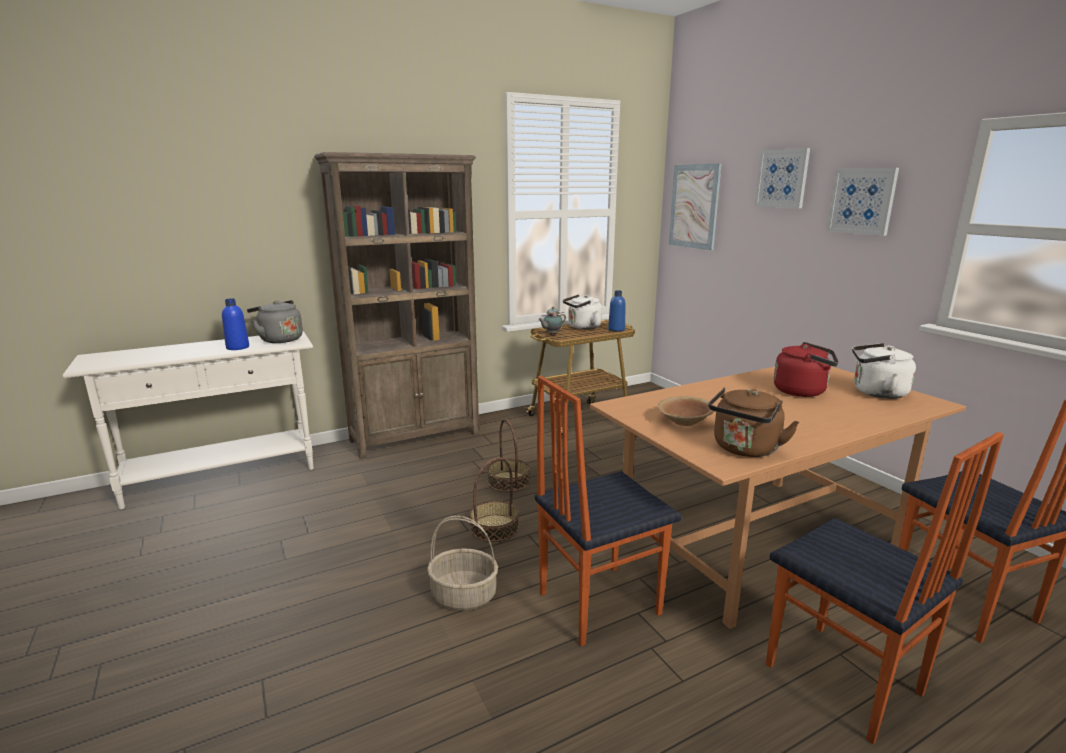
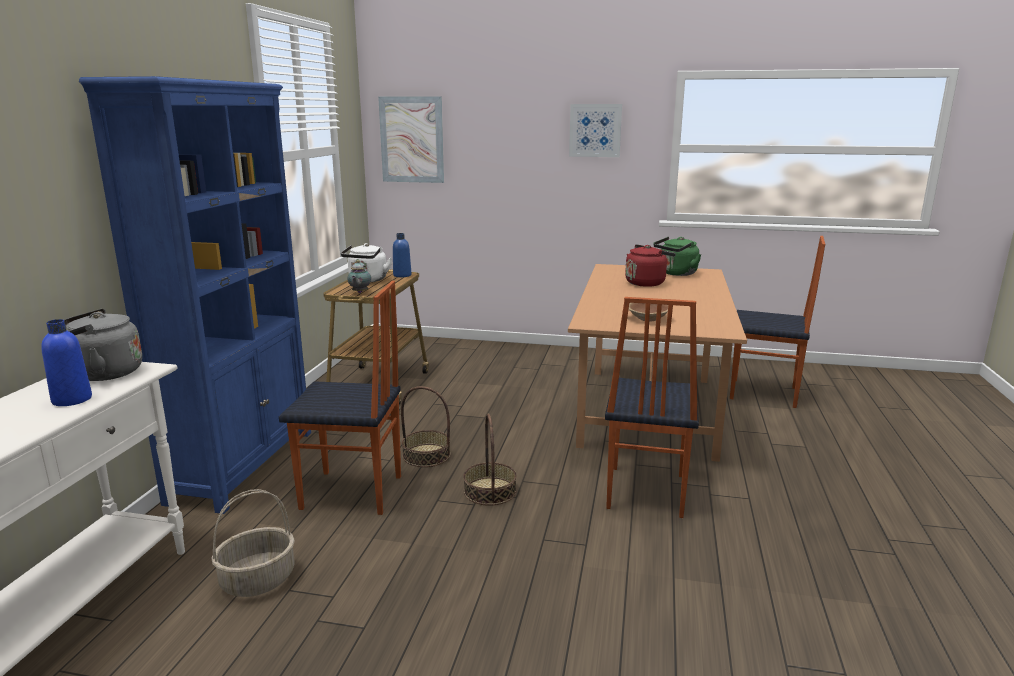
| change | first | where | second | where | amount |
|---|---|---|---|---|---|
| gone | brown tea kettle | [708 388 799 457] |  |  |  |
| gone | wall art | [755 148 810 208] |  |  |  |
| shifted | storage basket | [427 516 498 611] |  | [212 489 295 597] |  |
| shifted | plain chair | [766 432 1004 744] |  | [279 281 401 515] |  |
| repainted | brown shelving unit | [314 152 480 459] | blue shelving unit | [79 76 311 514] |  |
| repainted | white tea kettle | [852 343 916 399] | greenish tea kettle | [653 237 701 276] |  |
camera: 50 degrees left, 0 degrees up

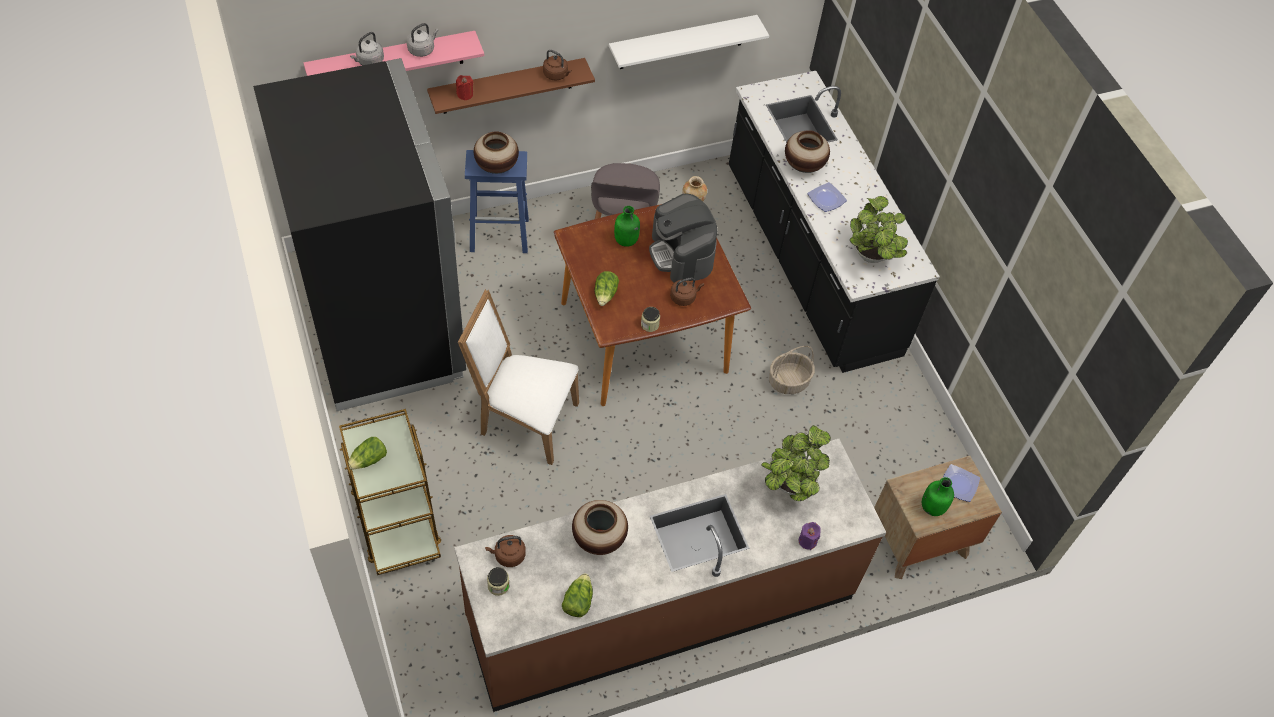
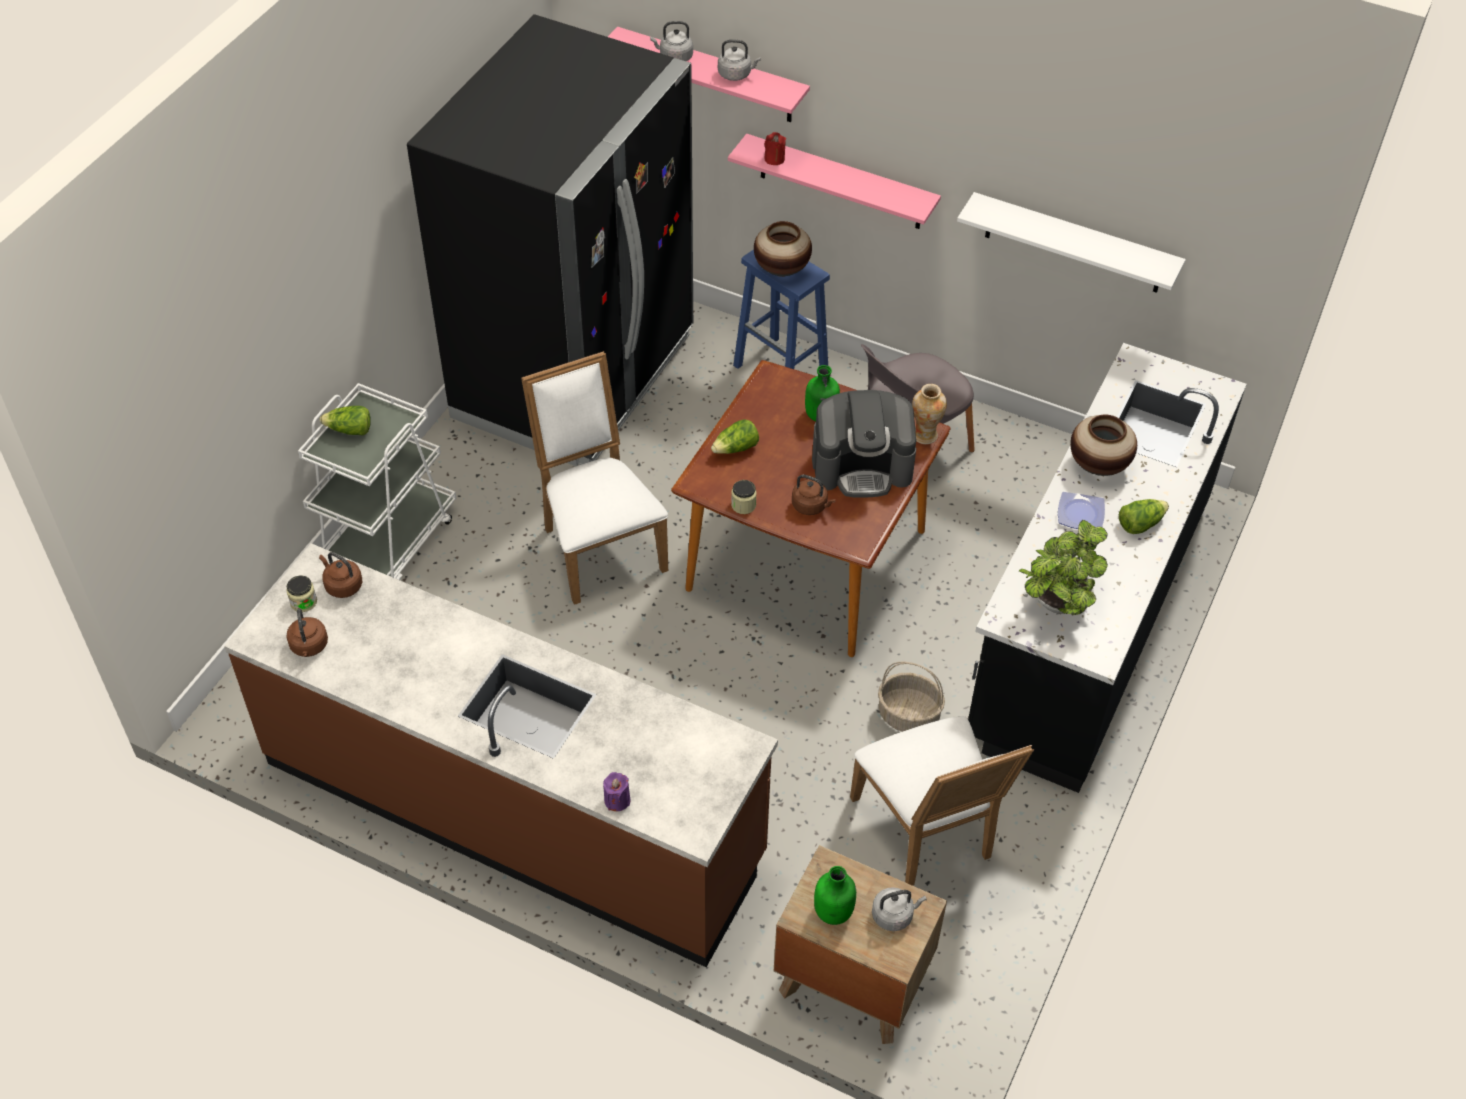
| change | first | where | second | where | amount |
|---|---|---|---|---|---|
| gone | vase | [572 500 628 555] |  |  |  |
| gone | plant in a pot | [761 425 831 501] |  |  |  |
| new |  |  | white plain chair | [850 716 1034 886] |  |
| shifted | brown tea kettle | [543 50 572 80] |  | [286 608 328 657] |  |
| shifted | lettuce head | [562 573 593 617] |  | [1119 499 1169 534] |  |
| swapped | flat dish | [943 464 980 502] | gray tea kettle | [872 887 927 931] |  |
| repainted | brown cart | [339 409 441 575] | white cart | [298 383 456 580] |  |
| repainted | brown wall shelf | [427 58 595 114] | pinkish wall shelf | [728 134 941 229] |  |
| rotated | coffee brewer | [649 193 717 283] |  | [812 390 916 498] | 120 degrees counterclockwise |
camera: 50 degrees right, 5 degrees down

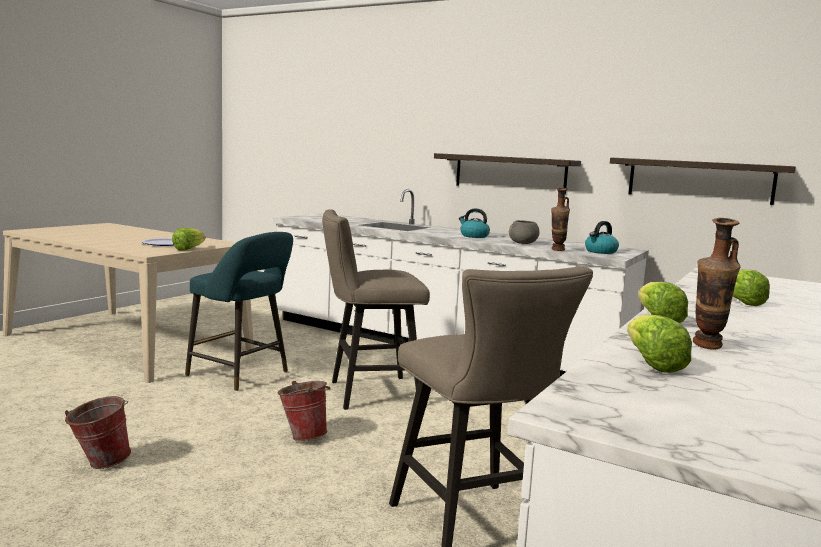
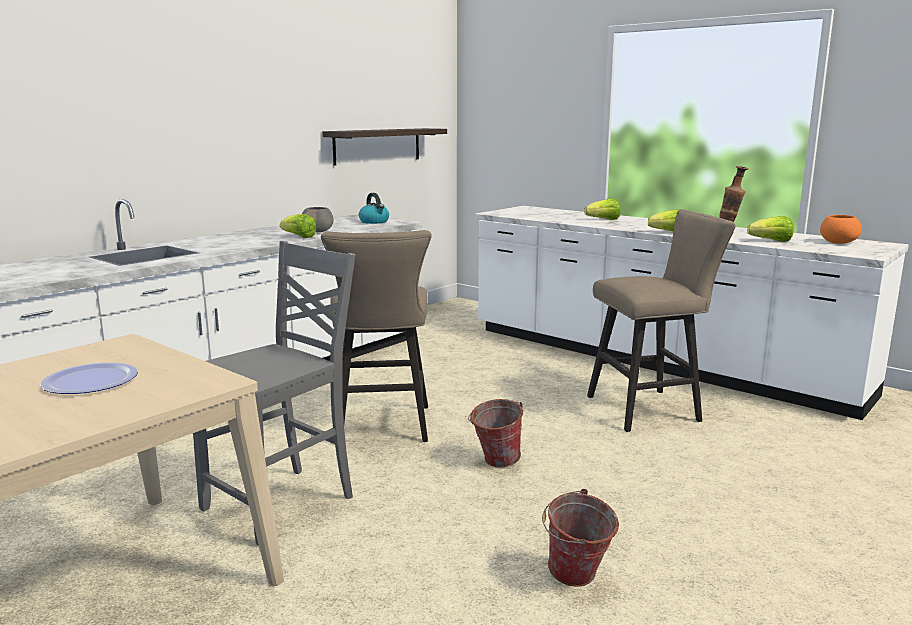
| change | first | where | second | where | amount |
|---|---|---|---|---|---|
| gone | wall shelf | [434 153 581 194] |  |  |  |
| gone | tea kettle | [459 208 490 238] |  |  |  |
| gone | vase | [551 188 570 251] |  |  |  |
| new |  |  | orange serving bowl | [820 215 862 244] |  |
| shifted | lettuce head | [172 228 206 251] |  | [280 214 316 238] |  |
| swapped | turquoise sitting stool | [185 232 293 391] | gray plain chair | [193 241 355 546] |  |
camera: 80 degrees left, 5 degrees up

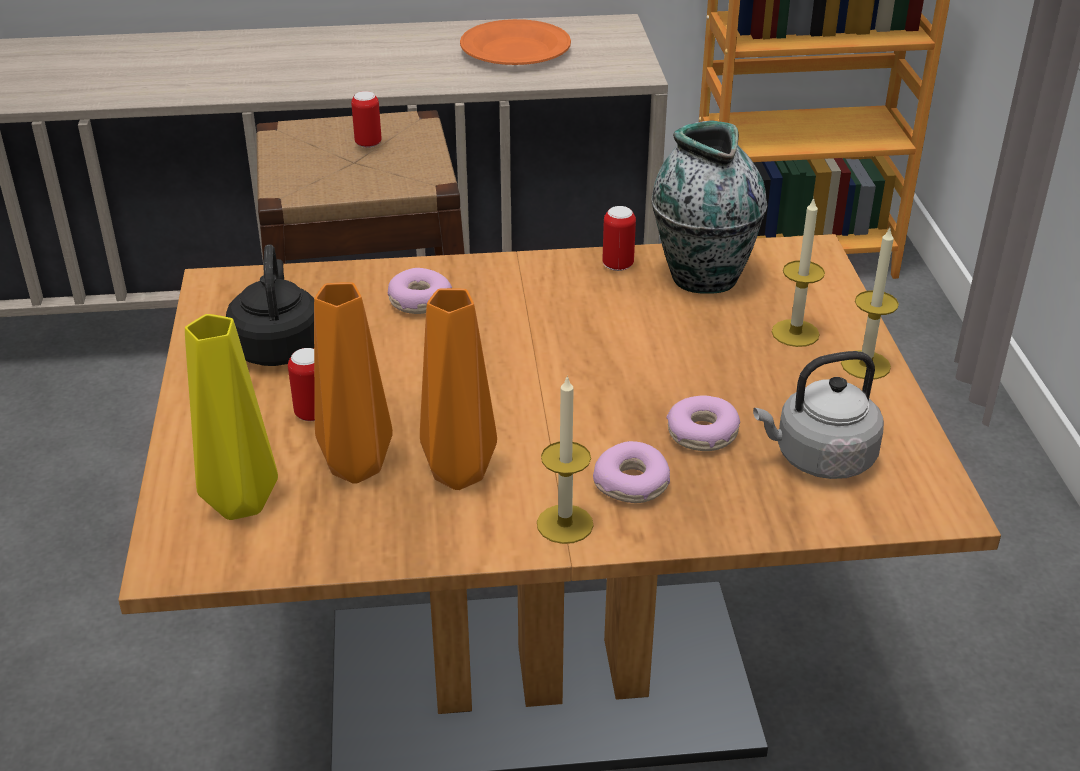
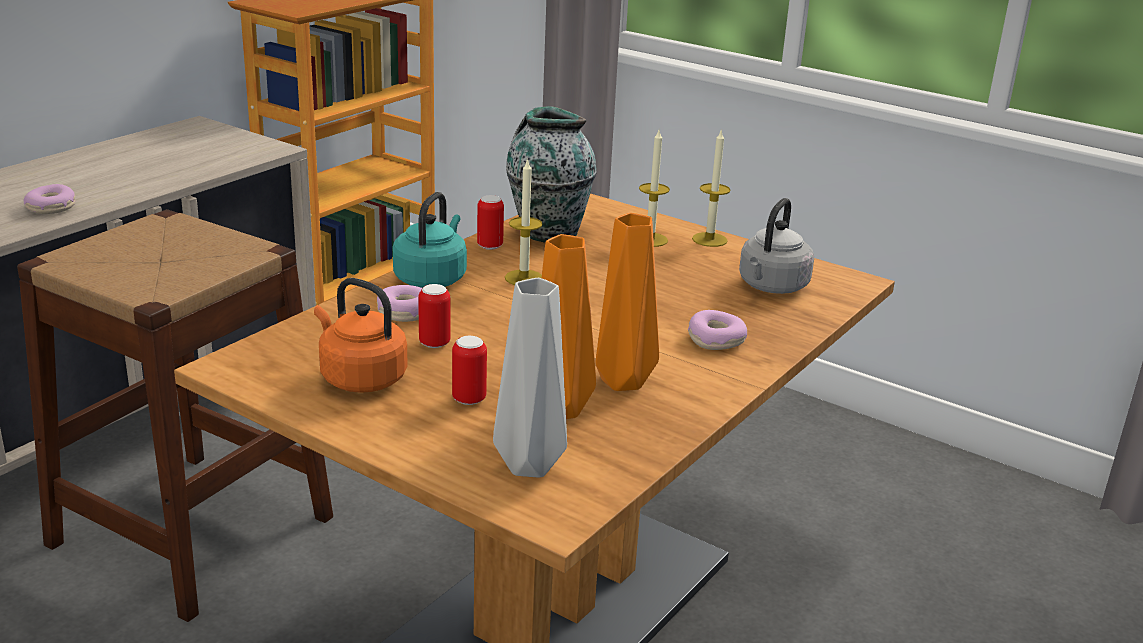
| change | first | where | second | where | amount |
|---|---|---|---|---|---|
| gone | orange flat dish | [460 19 571 65] |  |  |  |
| new |  |  | turquoise tea kettle | [393 192 467 288] |  |
| shifted | sealed can | [351 91 382 148] |  | [418 284 450 348] |  |
| shifted | wax light | [537 375 593 544] |  | [505 158 542 285] |  |
| shifted | ring doughnut | [666 395 740 451] |  | [24 184 75 214] |  |
| repainted | yellow-coloured vase | [185 314 278 520] | gray vase | [493 278 567 478] |  |
| repainted | black-coloured tea kettle | [226 244 314 366] | orange tea kettle | [314 278 408 393] |  |
camera: 50 degrees left, 10 degrees down

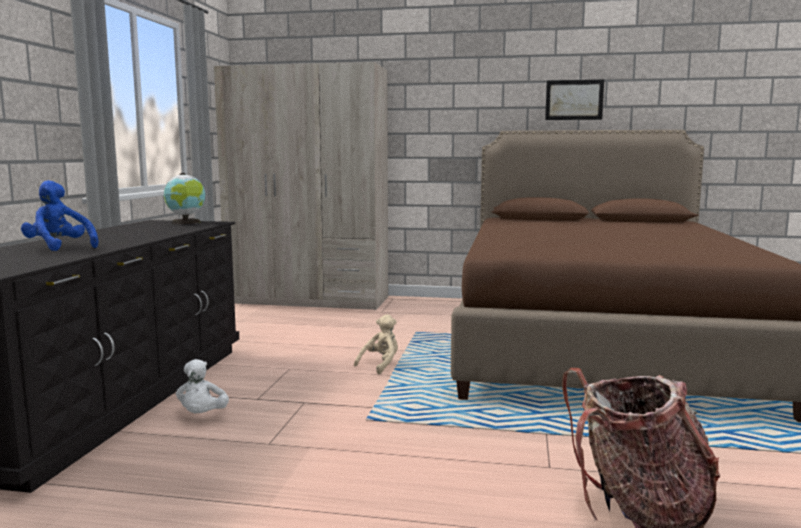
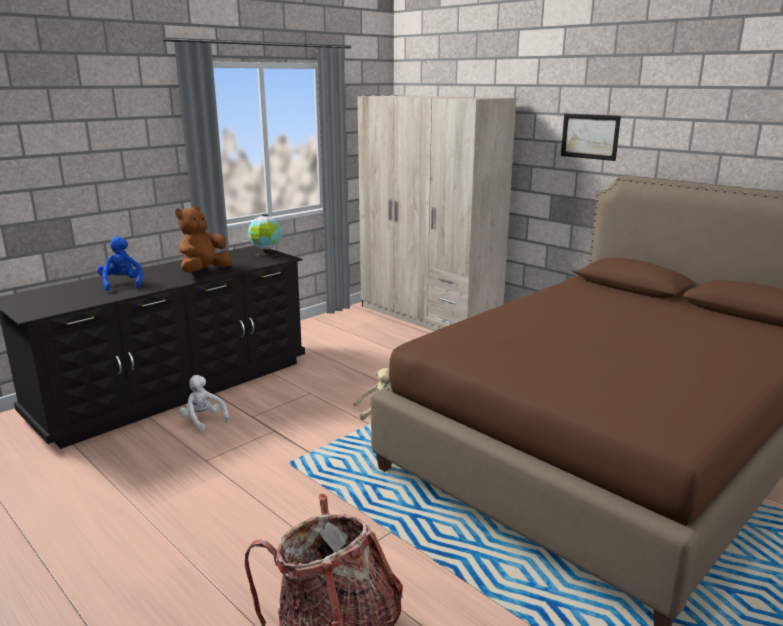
| change | first | where | second | where | amount |
|---|---|---|---|---|---|
| new |  |  | brown soft toy | [175 206 232 273] |  |
| shifted | wall art | [545 80 604 120] |  | [561 114 621 161] |  |
| rotated | white soft toy | [176 359 229 413] |  | [179 375 229 432] | 105 degrees clockwise |
camera: 35 degrees right, 10 degrees up

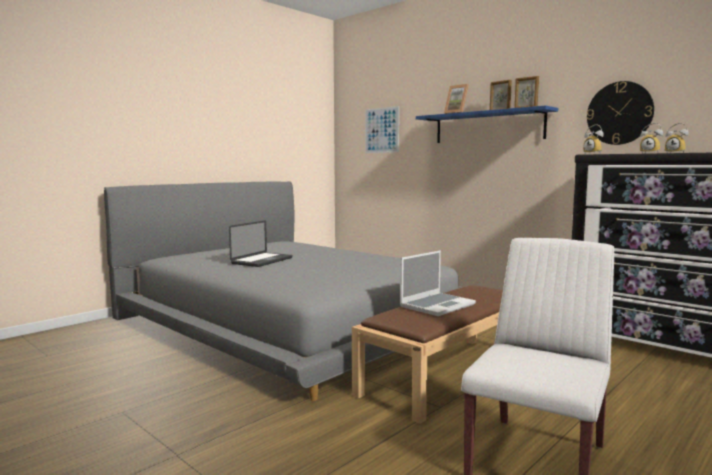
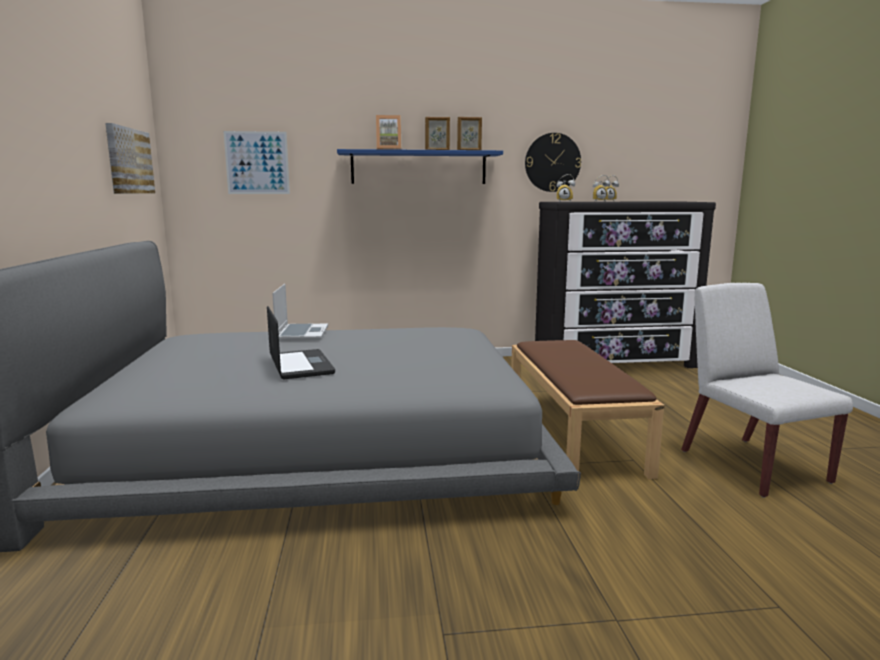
| change | first | where | second | where | amount |
|---|---|---|---|---|---|
| new |  |  | wall art | [105 123 155 194] |  |
| shifted | notebook computer | [400 250 476 316] |  | [272 284 328 341] |  |
camera: 50 degrees left, 5 degrees up

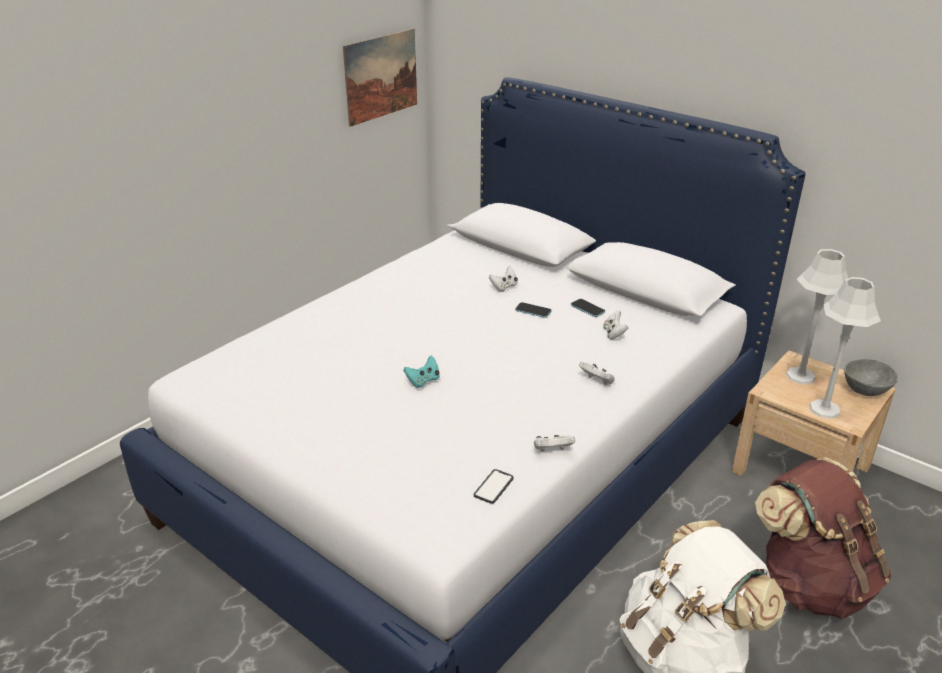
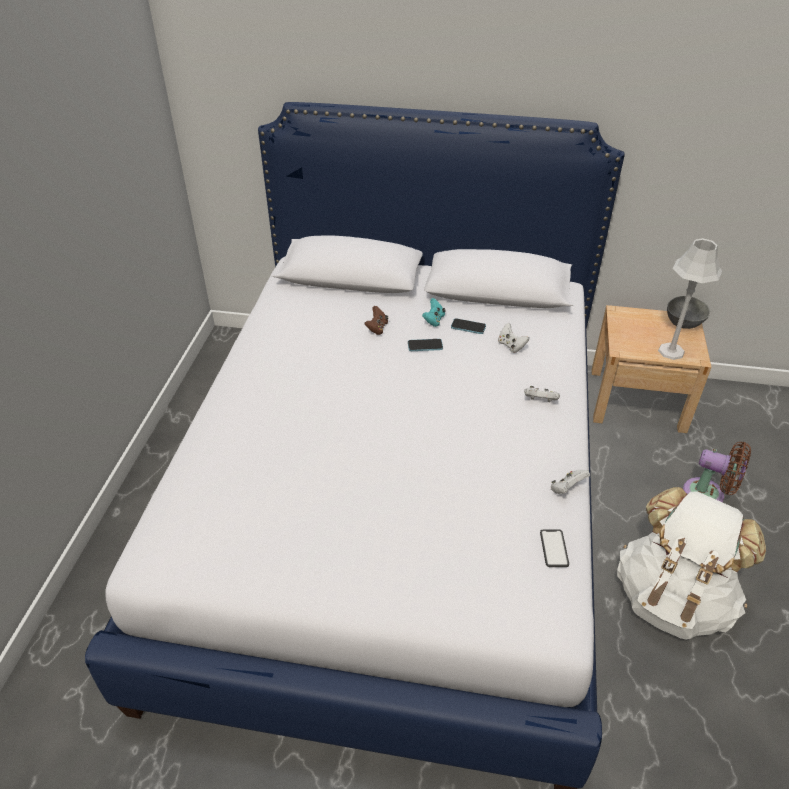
| change | first | where | second | where | amount |
|---|---|---|---|---|---|
| gone | wall art | [343 28 417 127] |  |  |  |
| gone | gray lamp for a table | [786 249 848 384] |  |  |  |
| shifted | turquoise joypad | [404 356 440 388] |  | [422 298 446 327] |  |
| swapped | brown backpack | [755 457 891 619] | brown electric fan | [683 442 751 502] |  |
| repainted | white joypad | [489 266 518 292] | brown joypad | [364 306 388 335] |  |
camera: 30 degrees left, 10 degrees up

